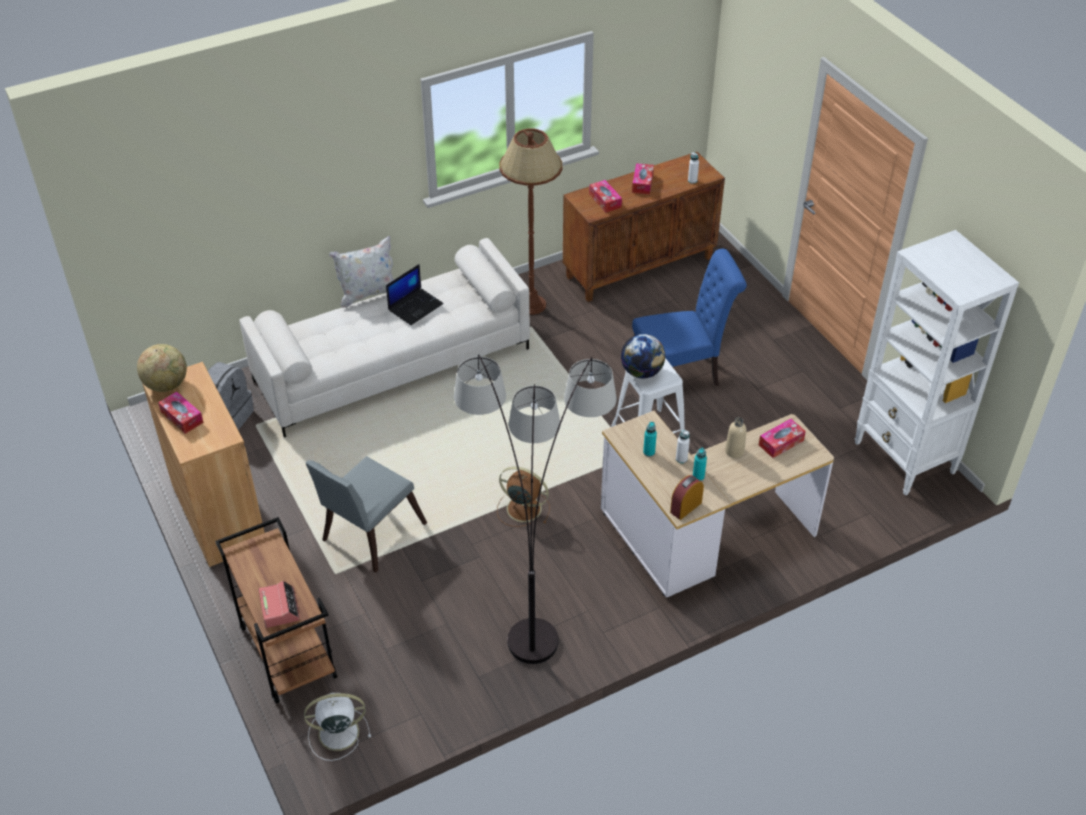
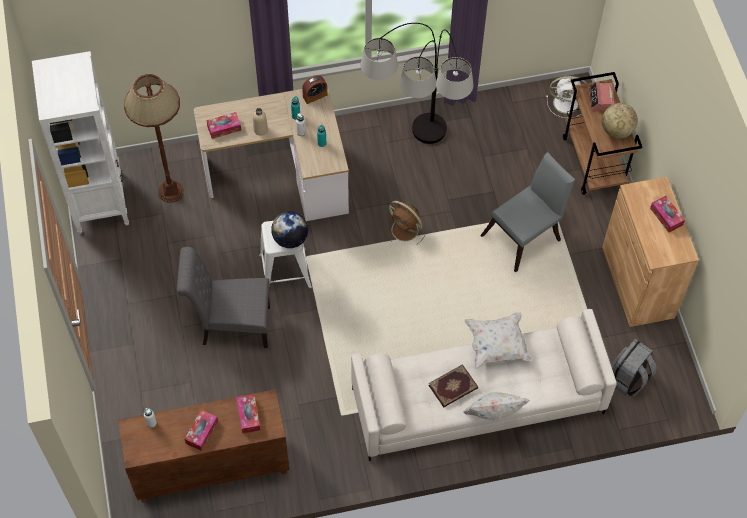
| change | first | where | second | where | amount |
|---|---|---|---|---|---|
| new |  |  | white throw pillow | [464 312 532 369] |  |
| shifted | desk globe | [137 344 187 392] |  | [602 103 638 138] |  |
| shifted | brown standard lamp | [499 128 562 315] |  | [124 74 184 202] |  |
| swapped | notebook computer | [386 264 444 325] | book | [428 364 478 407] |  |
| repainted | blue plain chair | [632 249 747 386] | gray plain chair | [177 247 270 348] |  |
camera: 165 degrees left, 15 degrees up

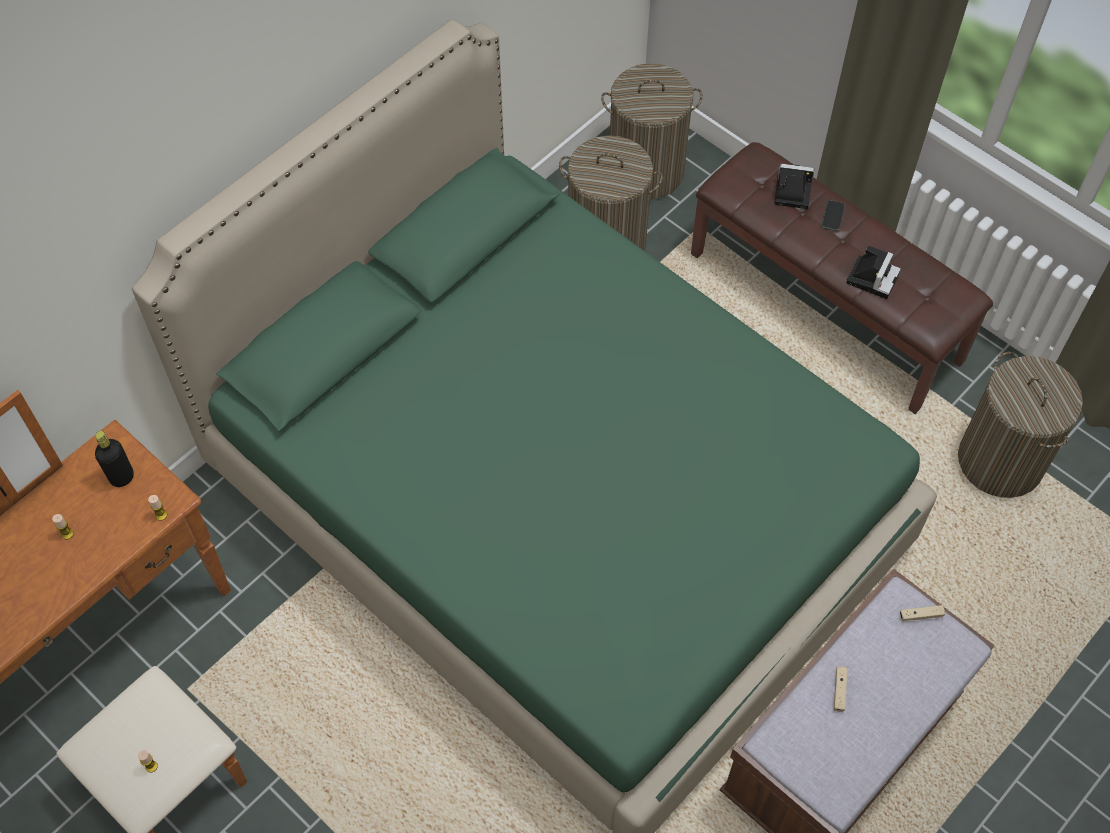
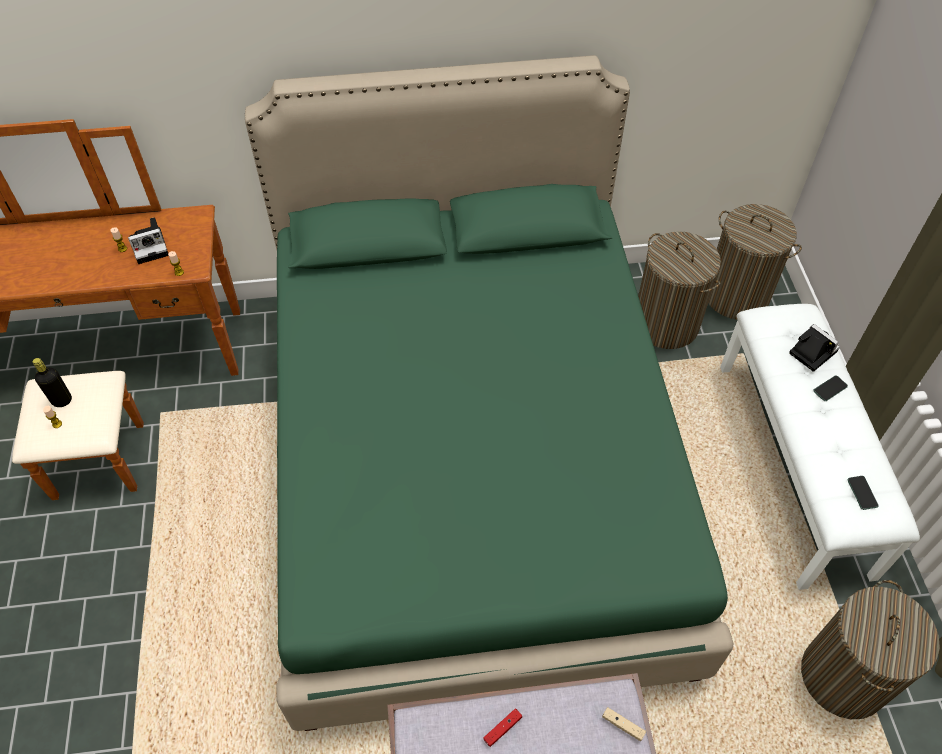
| change | first | where | second | where | amount |
|---|---|---|---|---|---|
| new |  |  | phone | [848 476 879 510] |  |
| shifted | black-coloured drink bottle | [95 431 134 487] |  | [32 358 72 407] |  |
| shifted | still camera | [846 246 901 299] |  | [128 217 169 264] |  |
| repainted | brown bench | [691 142 993 414] | white bench | [720 304 920 590] |  |
| repainted | beige joypad | [834 667 848 712] | reddish joypad | [483 708 522 747] |  |
camera: 40 degrees right, 5 degrees down

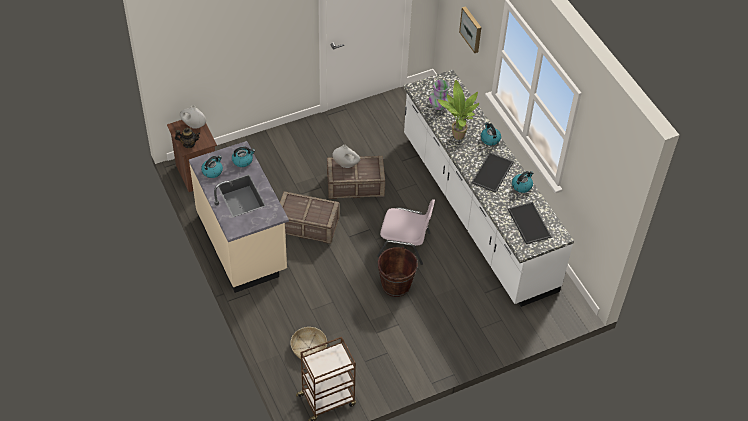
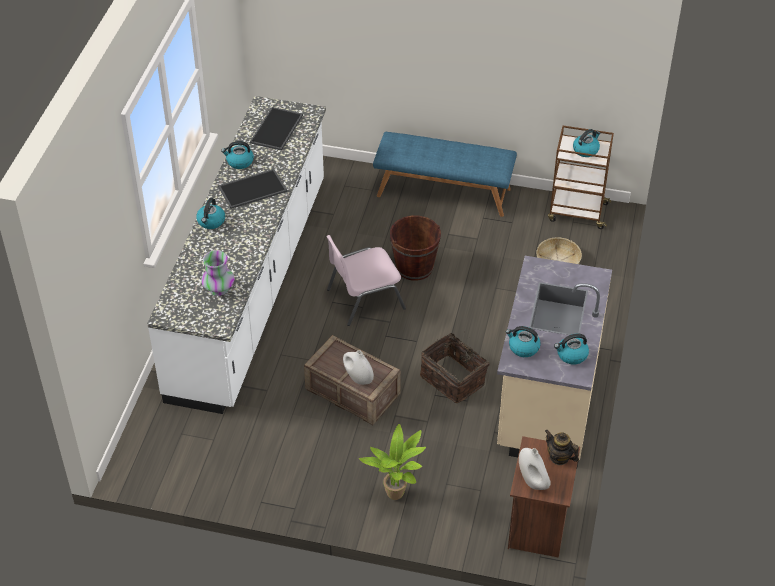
| change | first | where | second | where | amount |
|---|---|---|---|---|---|
| gone | wall art | [459 6 481 53] |  |  |  |
| new |  |  | blue bench | [373 132 517 217] |  |
| new |  |  | tea kettle | [573 129 600 157] |  |
| shifted | plant in a pot | [438 80 479 140] |  | [359 424 426 500] |  |
| swapped | shipping crate | [280 191 340 244] | storage basket | [420 331 489 403] |  |
| rotated | pinkish plain chair | [377 199 435 265] |  | [326 235 406 326] | 75 degrees counterclockwise |
camera: 140 degrees left, 5 degrees down

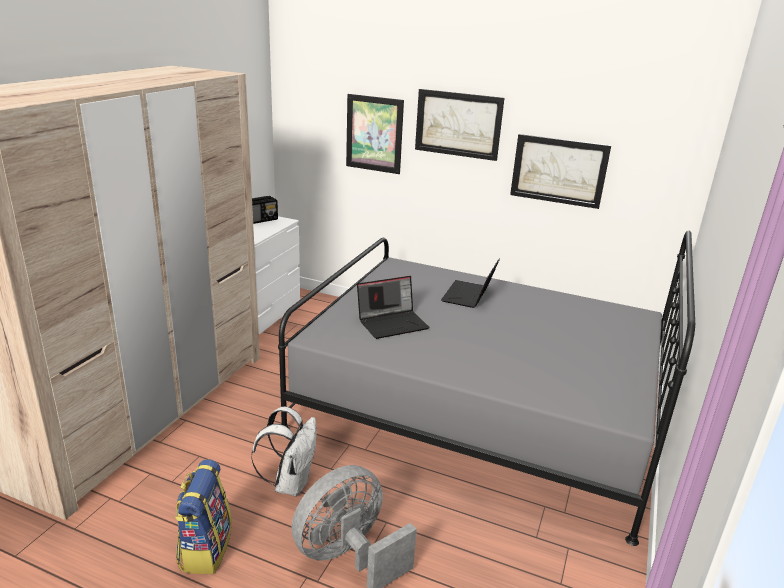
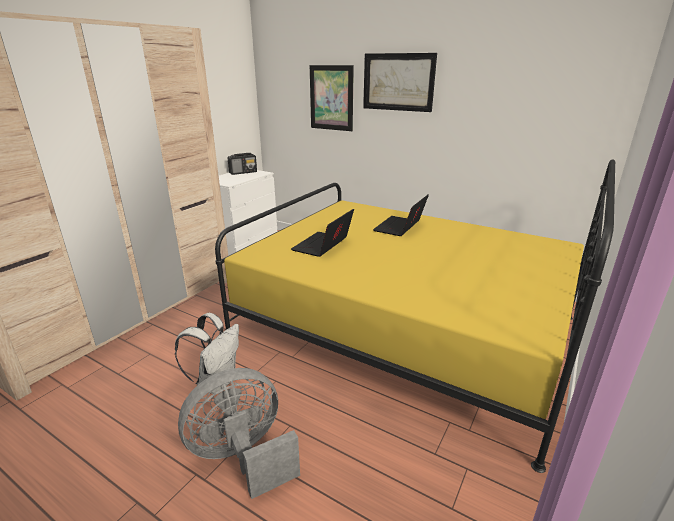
| change | first | where | second | where | amount |
|---|---|---|---|---|---|
| gone | backpack | [175 459 232 574] |  |  |  |
| gone | wall art | [510 134 611 209] |  |  |  |
| repainted | gray bedroom bed | [278 231 695 546] | yellow-coloured bedroom bed | [215 160 615 473] |  |
| rotated | notebook computer | [357 276 430 339] |  | [291 209 354 257] | 135 degrees clockwise |
camera: 10 degrees right, 0 degrees up

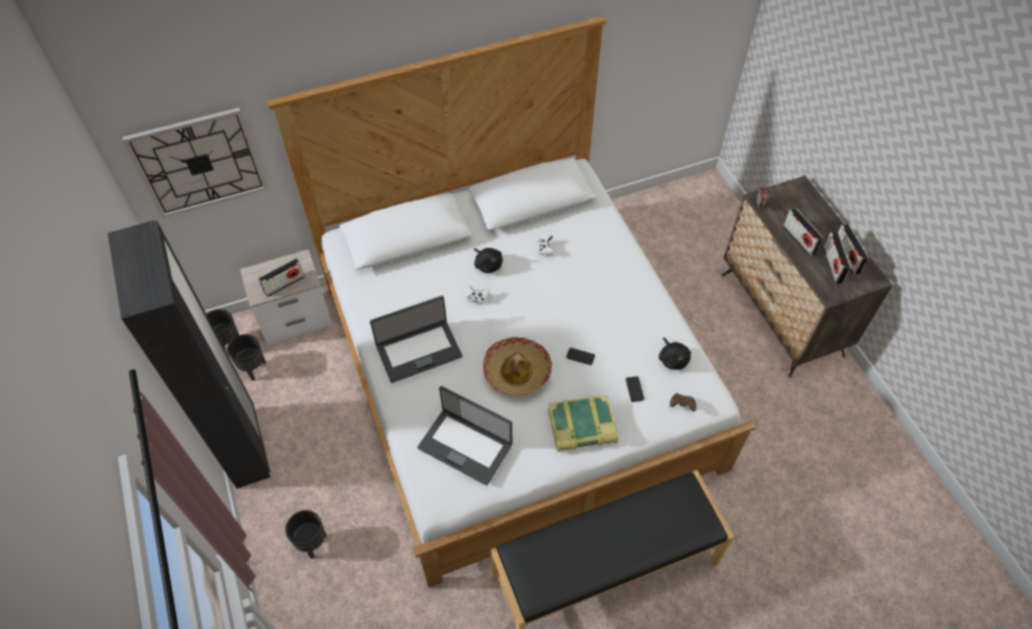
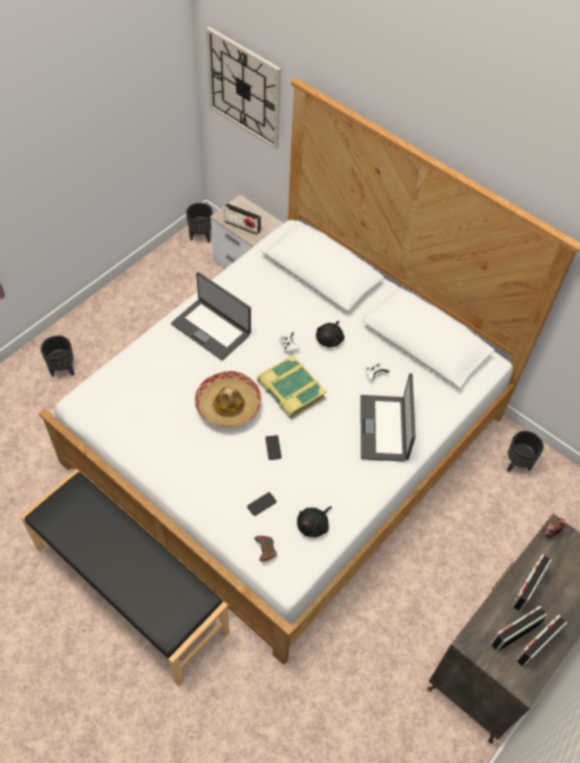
| change | first | where | second | where | amount |
|---|---|---|---|---|---|
| gone | black-coloured clothes cupboard | [108 220 271 489] |  |  |  |
| shifted | black-coloured flower pot | [227 334 266 381] |  | [507 431 544 472] |  |
| shifted | notebook computer | [417 386 512 485] |  | [360 373 415 461] |  |
| shifted | book | [548 395 618 452] |  | [257 355 326 419] |  |
camera: 60 degrees right, 0 degrees up

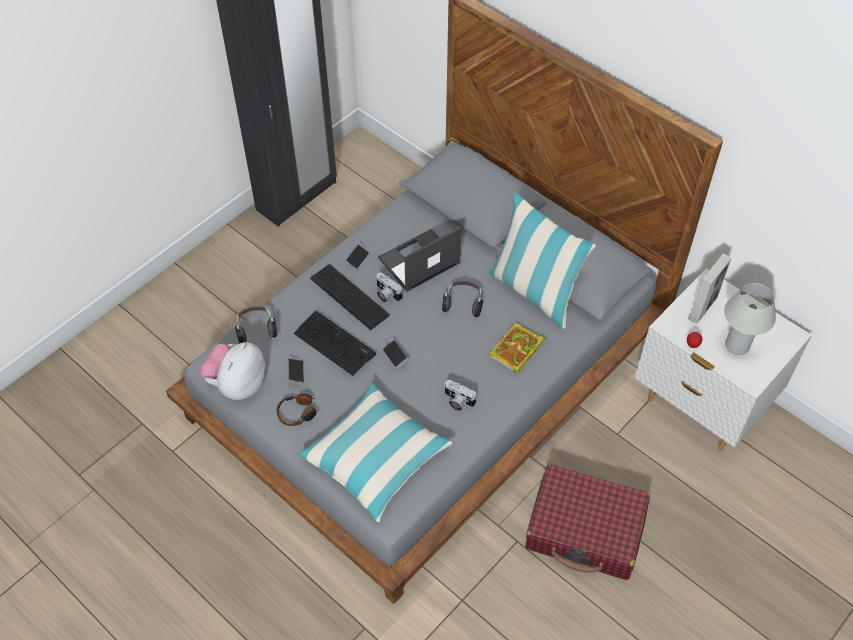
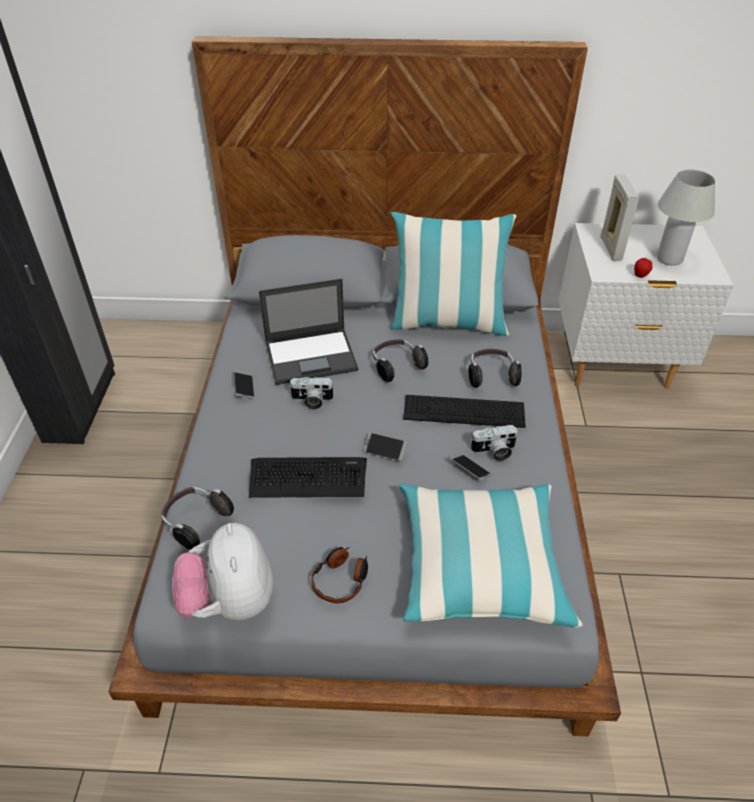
| change | first | where | second | where | amount |
|---|---|---|---|---|---|
| gone | reddish suitcase | [525 464 650 580] |  |  |  |
| shifted | phone | [288 356 304 384] |  | [449 453 492 480] |  |
| shifted | keyboard | [310 264 390 330] |  | [403 395 526 428] |  |
| swapped | book | [490 323 545 374] | headset | [469 349 522 388] |  |
| rotated | notebook computer | [378 227 461 292] |  | [259 278 358 385] | 120 degrees counterclockwise |
camera: 40 degrees left, 10 degrees down

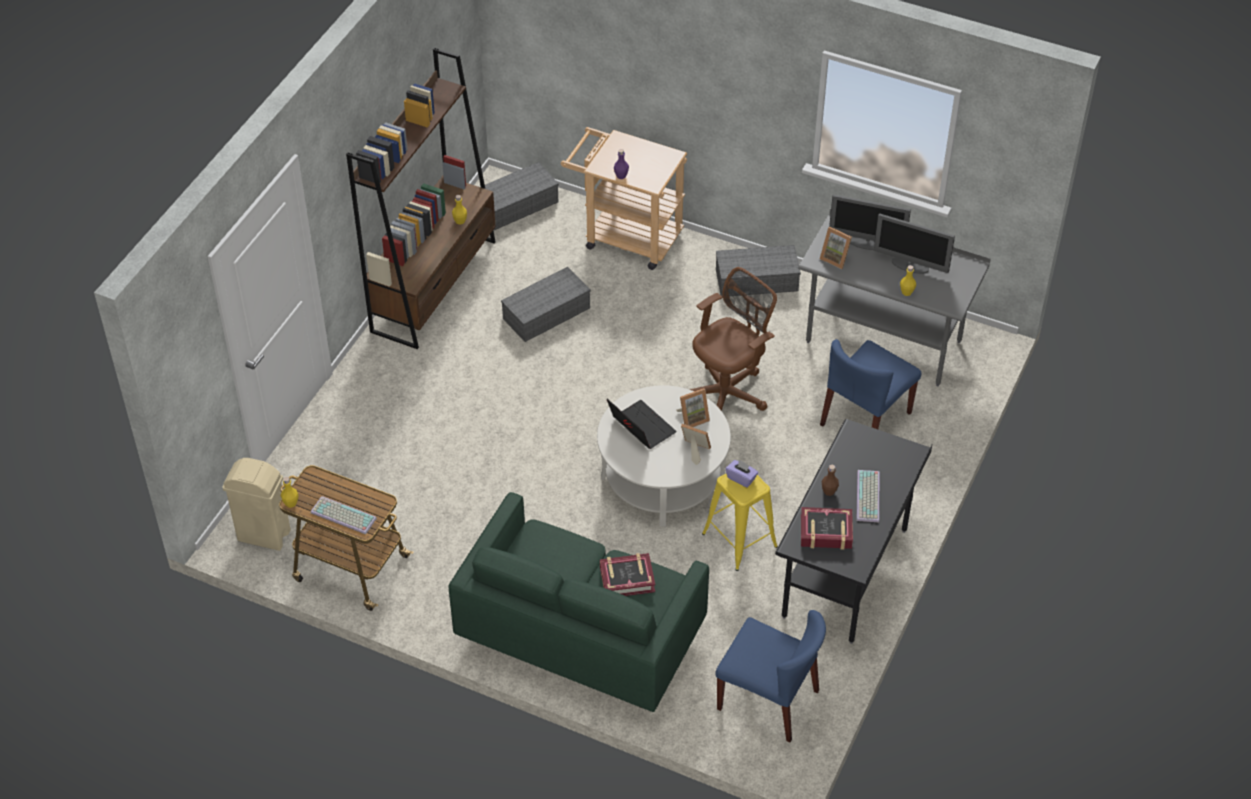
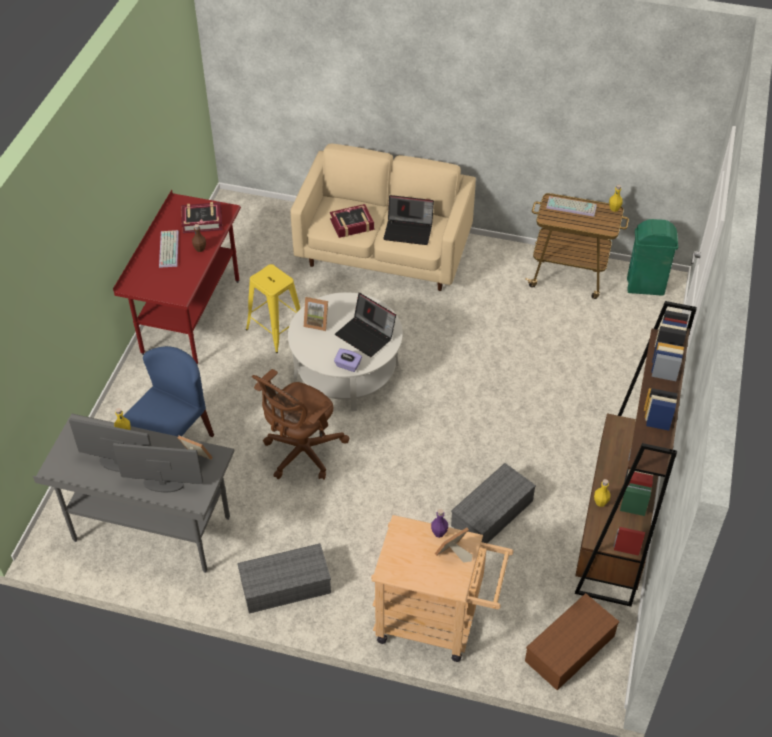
| change | first | where | second | where | amount |
|---|---|---|---|---|---|
| gone | blue plain chair | [715 610 826 742] |  |  |  |
| new |  |  | notebook computer | [383 195 434 245] |  |
| shifted | photo frame | [676 388 710 427] |  | [435 527 473 563] |  |
| shifted | purplish tissue holder | [725 460 758 488] |  | [334 349 362 372] |  |
| repainted | beige waste bin | [222 458 291 551] | greenish waste bin | [627 219 678 296] |  |
| repainted | greenish couch | [448 492 709 712] | beige couch | [290 144 476 291] |  |
| repainted | gray storage bin | [485 162 559 230] | brown storage bin | [525 593 619 690] |  |
| repainted | black-coloured desk table | [775 419 932 644] | reddish desk table | [113 190 241 364] |  |
camera: 170 degrees right, 0 degrees up

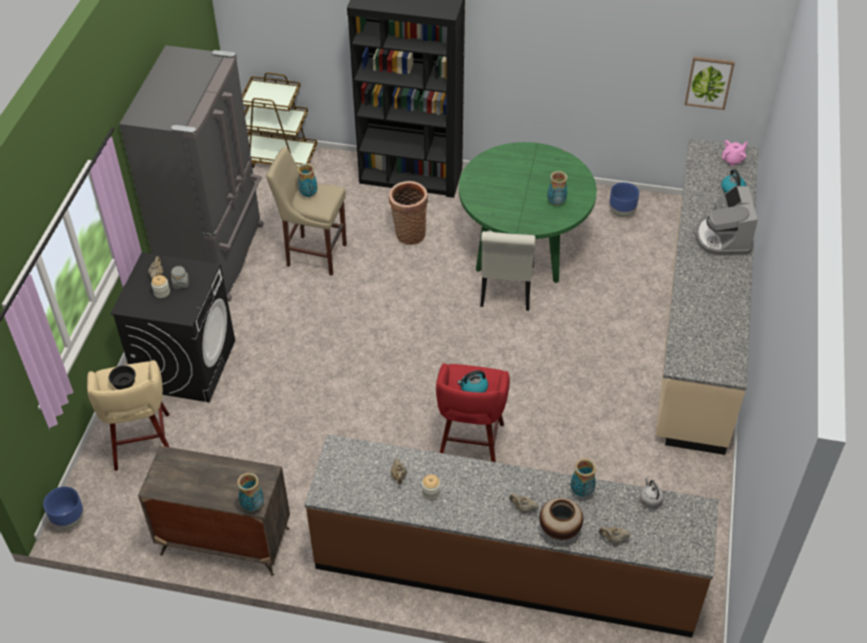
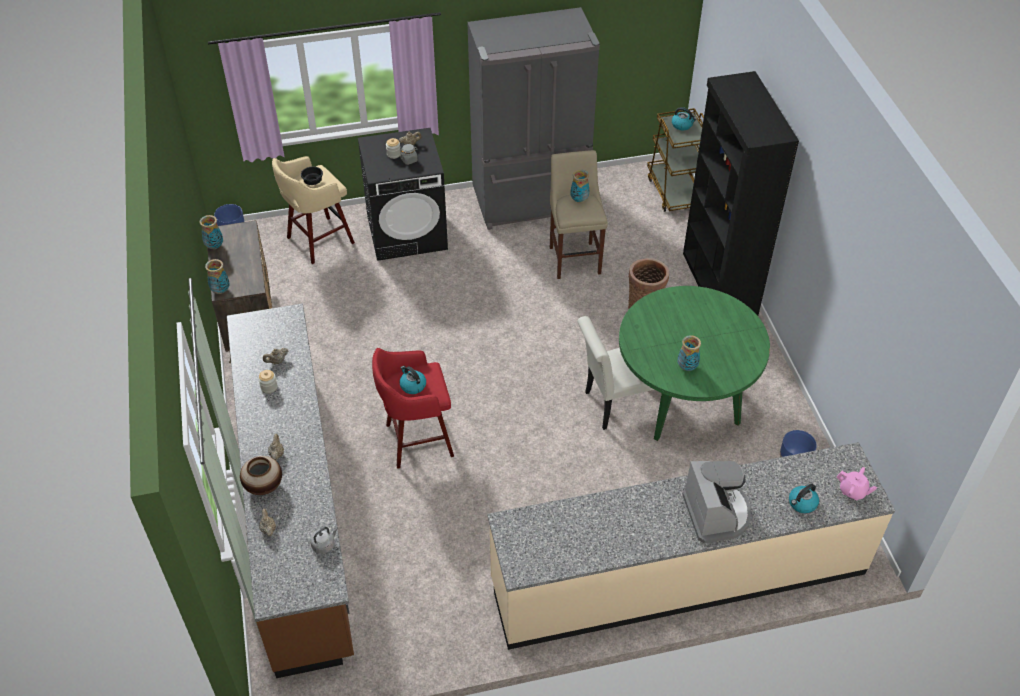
| change | first | where | second | where | amount |
|---|---|---|---|---|---|
| gone | wall art | [685 57 735 110] |  |  |  |
| new |  |  | tea kettle | [672 107 697 130] |  |
| shifted | vase | [571 458 596 497] |  | [200 215 223 249] |  |
| rotated | coffee brewer | [695 185 758 256] |  | [682 461 751 544] | 105 degrees clockwise |
camera: 65 degrees right, 0 degrees up

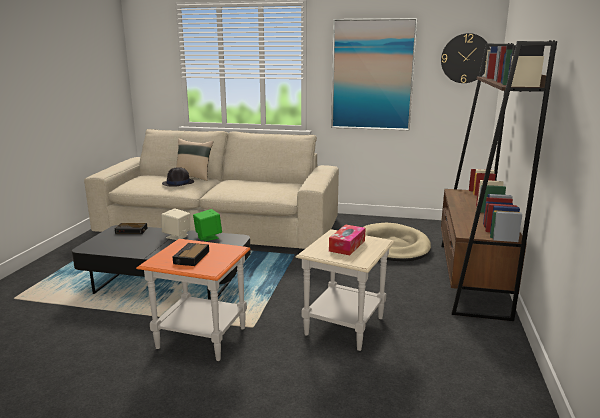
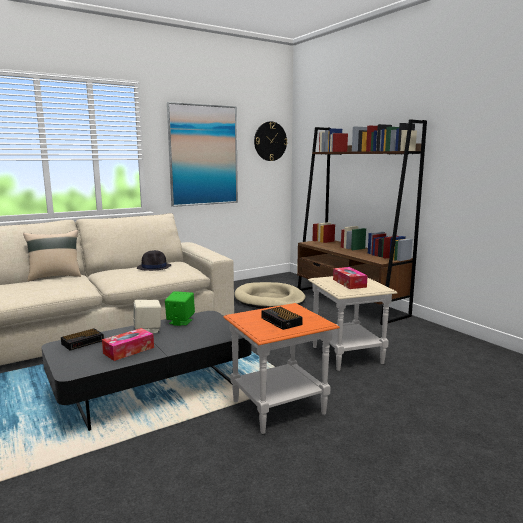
| change | first | where | second | where | amount |
|---|---|---|---|---|---|
| new |  |  | tissue holder | [102 328 154 361] |  |
| shifted | black-coloured wearable hat | [162 167 194 187] |  | [137 250 171 271] |  |
camera: 45 degrees left, 5 degrees down

